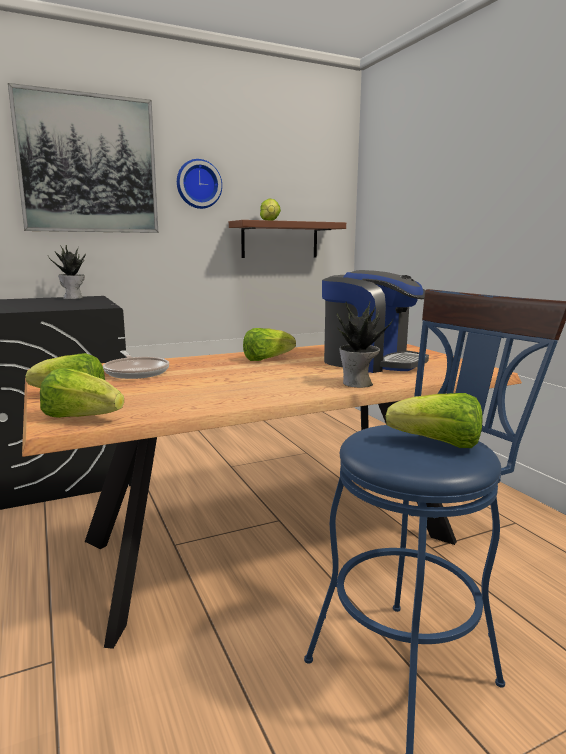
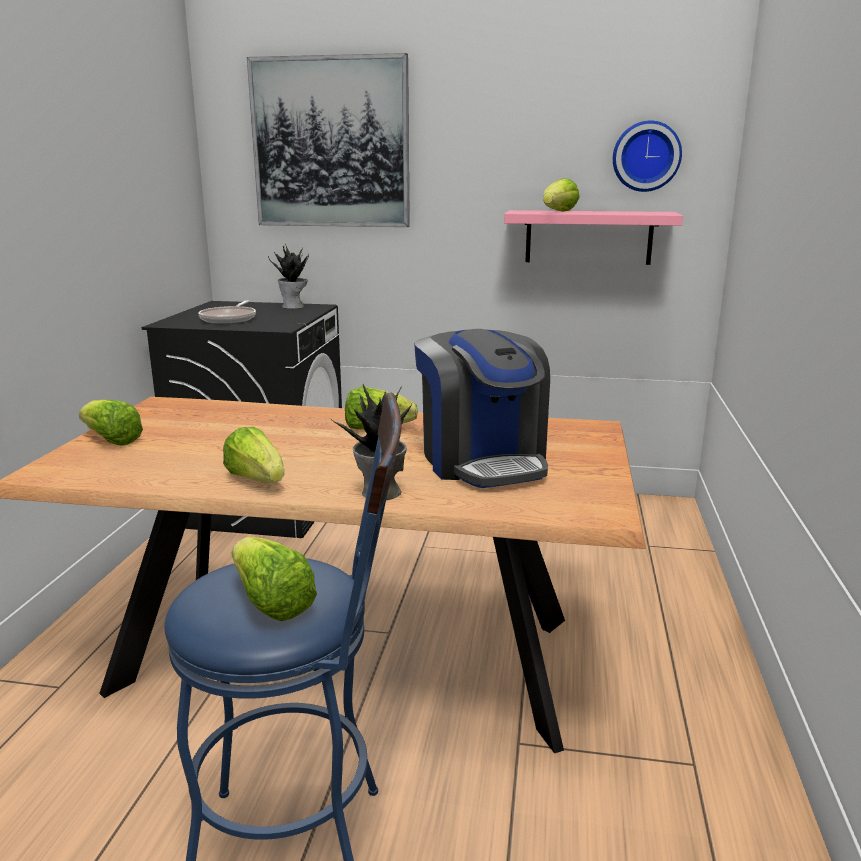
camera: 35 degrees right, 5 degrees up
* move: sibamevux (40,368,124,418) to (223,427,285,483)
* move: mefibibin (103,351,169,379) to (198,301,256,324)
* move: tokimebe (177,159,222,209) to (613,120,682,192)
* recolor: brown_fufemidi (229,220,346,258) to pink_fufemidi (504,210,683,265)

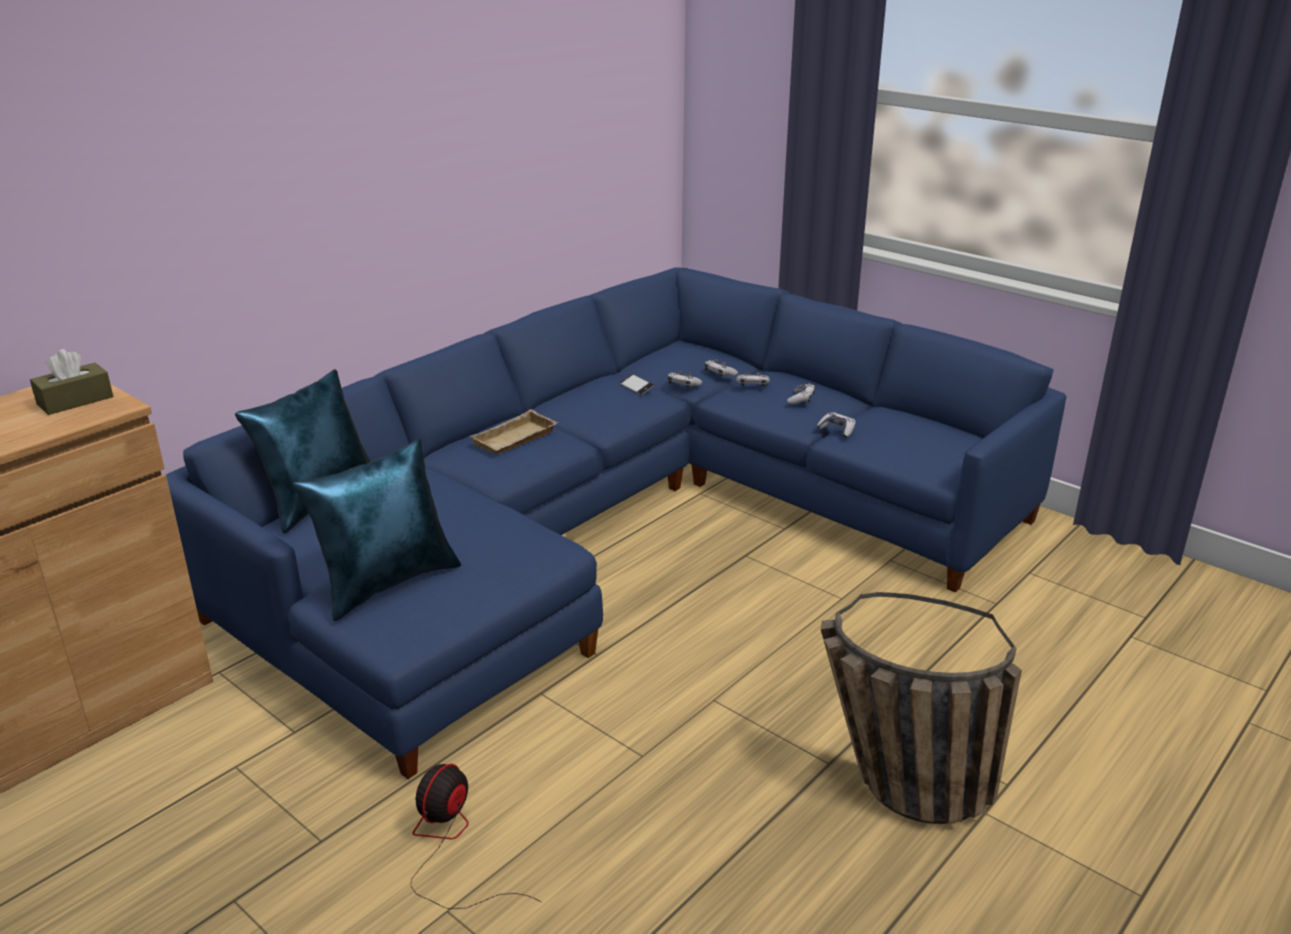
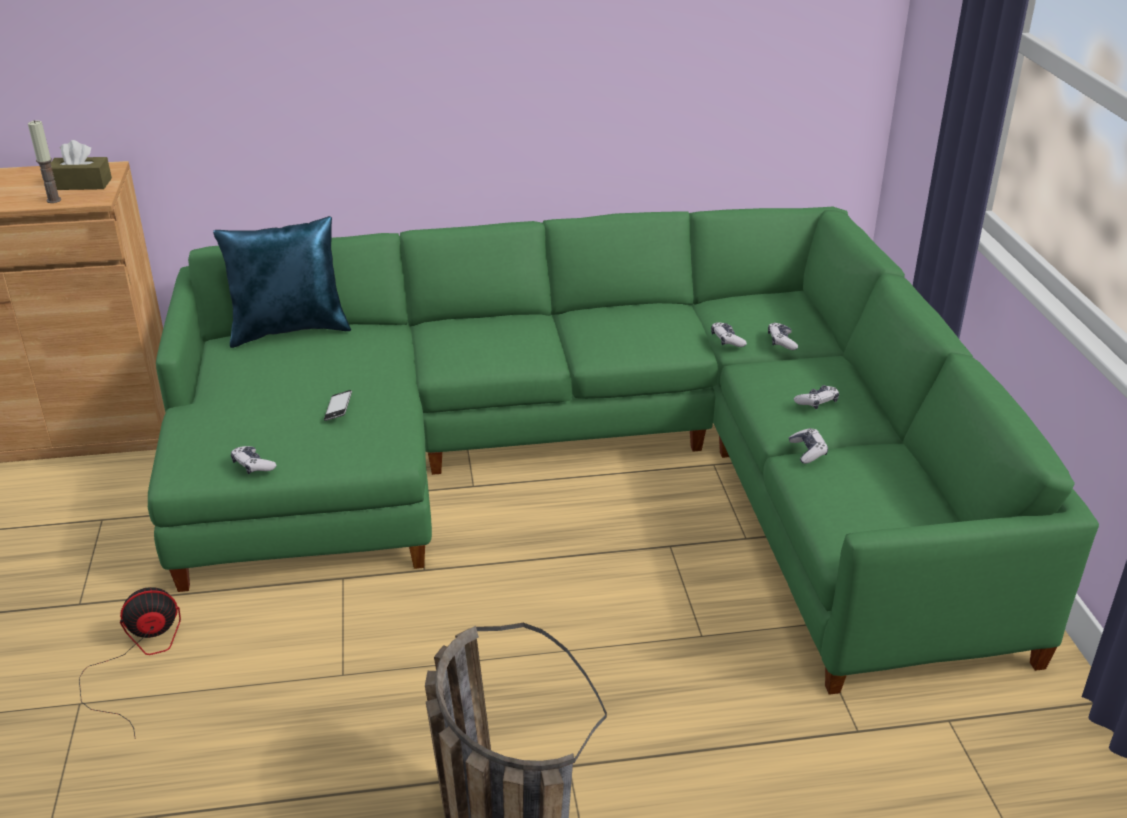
camera: 40 degrees right, 5 degrees up
* delete: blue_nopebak (293,439,461,621)
* delete: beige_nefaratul (470,409,558,454)
* insert: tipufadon (28,121,61,203)
* move: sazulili (620,374,654,395) to (324,390,352,421)
* move: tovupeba (736,372,770,387) to (231,446,277,474)
* recolor: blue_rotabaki (166,267,1067,779) to green_rotabaki (148,207,1099,695)

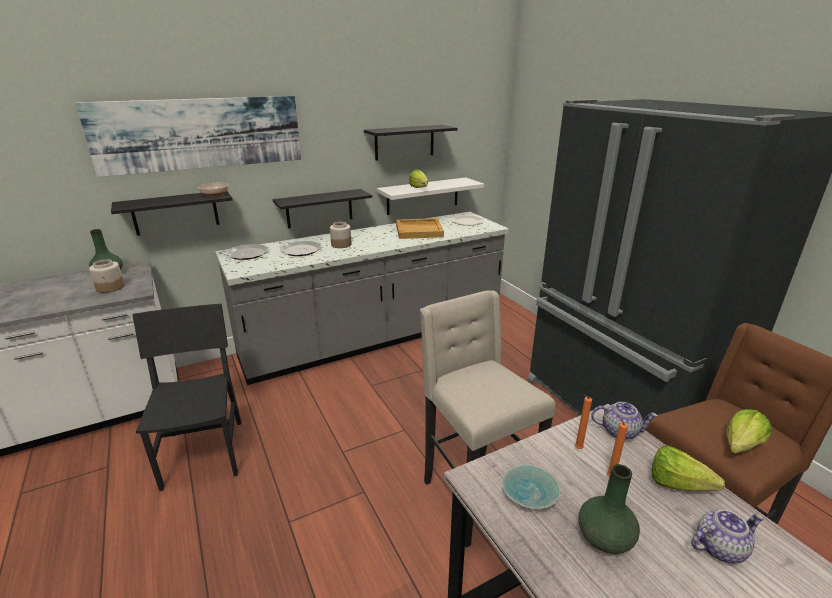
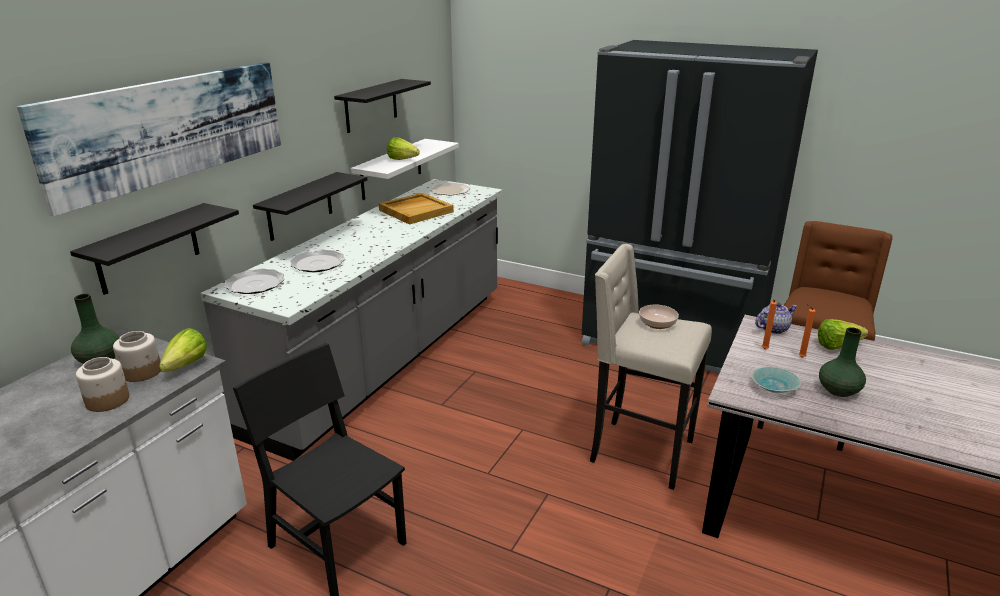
camera: 35 degrees left, 0 degrees up
* delete: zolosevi (691,509,764,564)
* move: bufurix (198,183,229,197) to (639,305,679,329)
* move: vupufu (330,222,352,248) to (76,357,129,412)
* move: sibamevux (727,409,772,454) to (159,328,207,372)

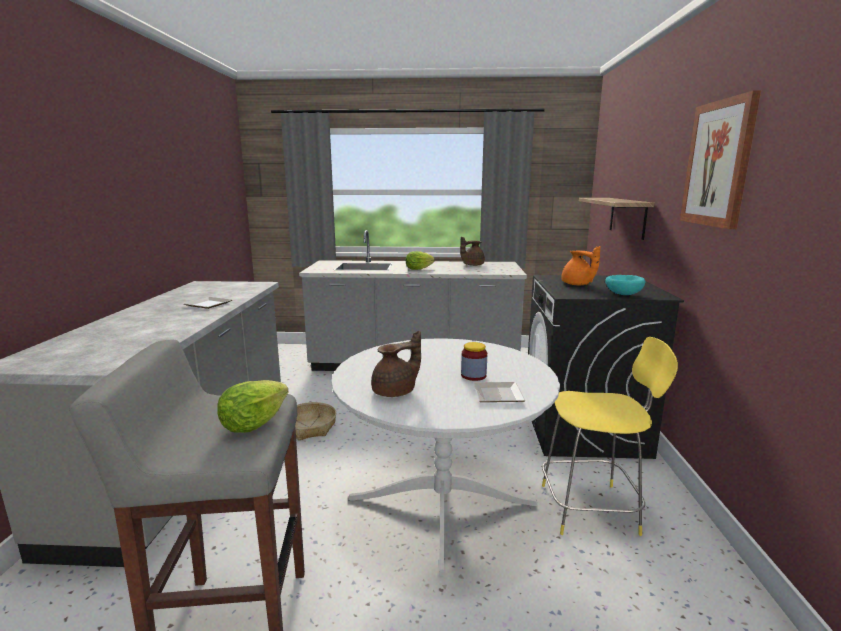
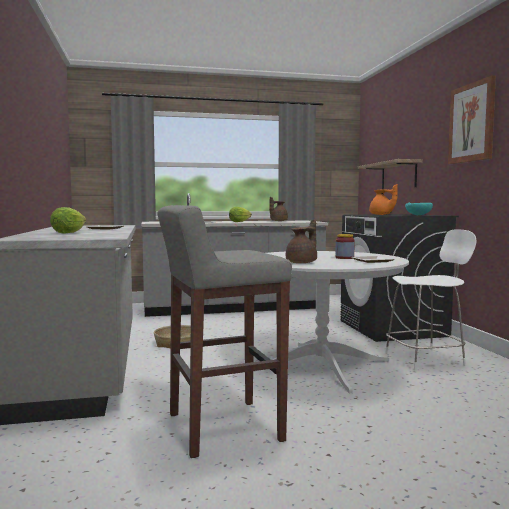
camera: 15 degrees left, 10 degrees down
* move: sibamevux (217,380,289,433) to (50,207,86,234)
* recolor: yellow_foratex (542,337,678,536) to white_foratex (385,229,476,371)

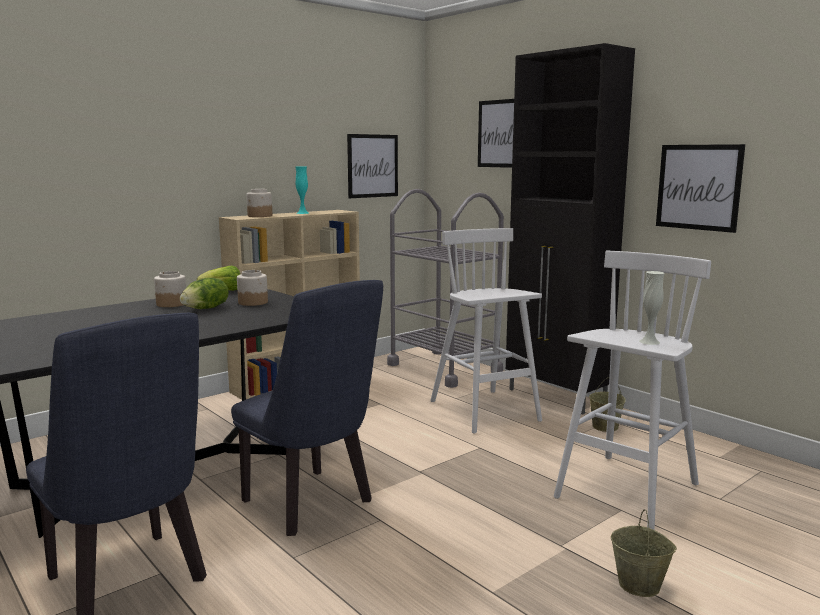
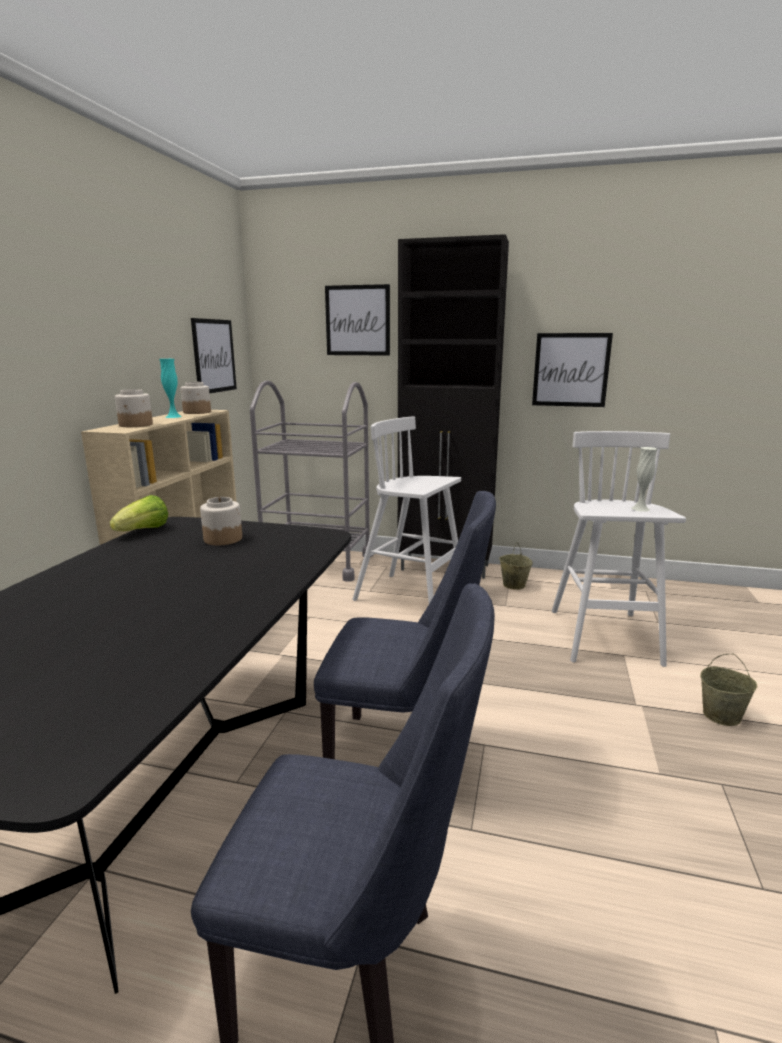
camera: 35 degrees left, 5 degrees up
* delete: sibamevux (180,278,229,309)
* move: vupufu (154,271,186,307) to (180,382,211,414)

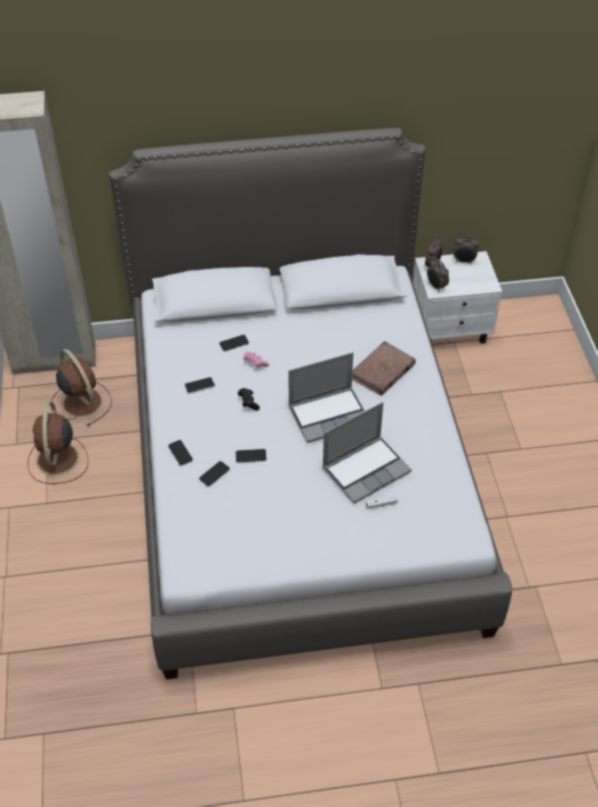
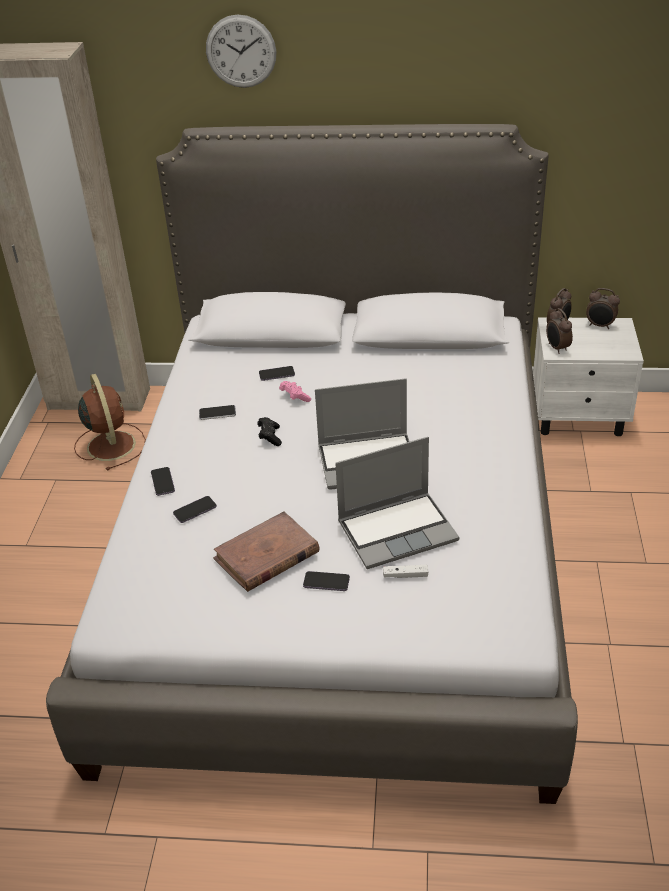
camera: 15 degrees right, 10 degrees down
* delete: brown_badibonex (27,402,89,484)
* insert: tokimebe (206,14,276,88)
* move: sazulili (236,449,266,463) to (303,571,350,591)
* move: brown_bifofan (352,341,416,396) to (213,511,319,592)

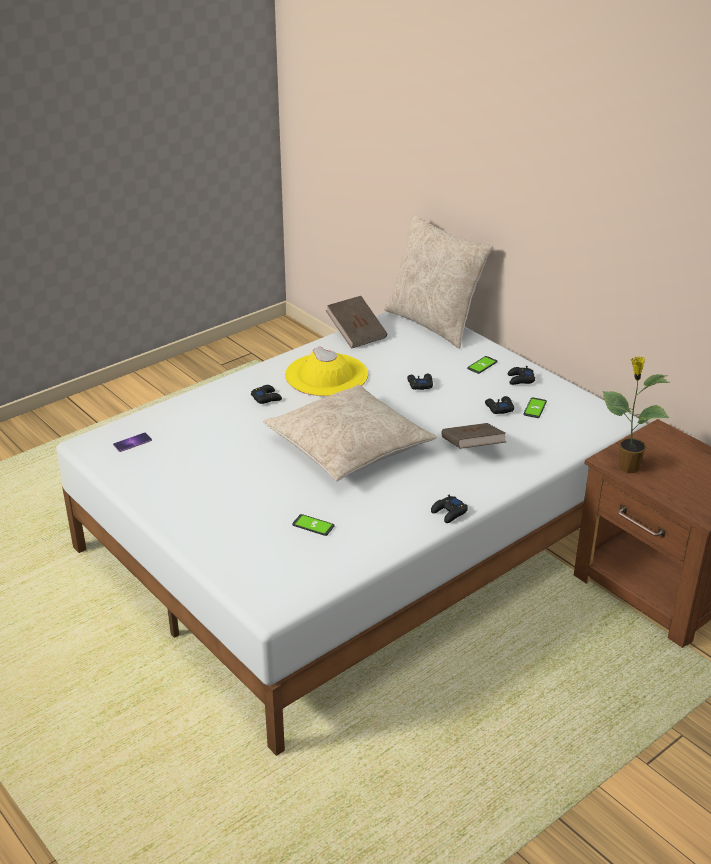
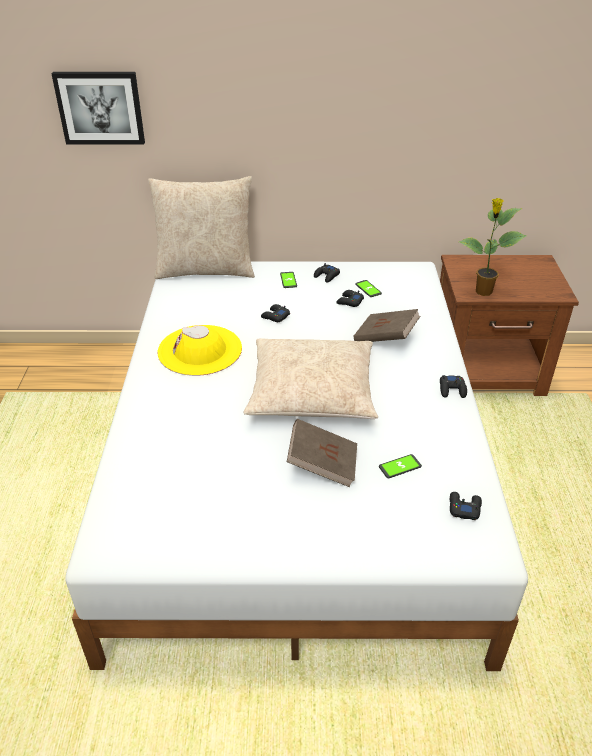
camera: 50 degrees left, 5 degrees up
* delete: sazulili (113,432,152,452)
* insert: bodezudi (52,72,145,145)
* move: black_tovupeba (251,385,282,404) to (450,492,482,520)
* move: brown_bifofan (326,296,387,349) to (287,419,357,487)

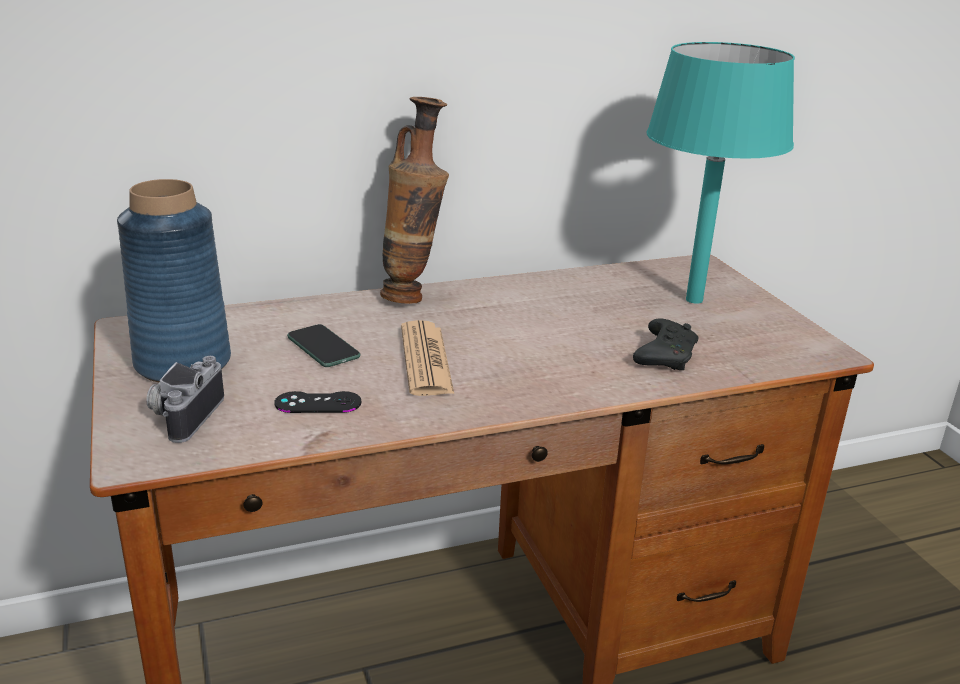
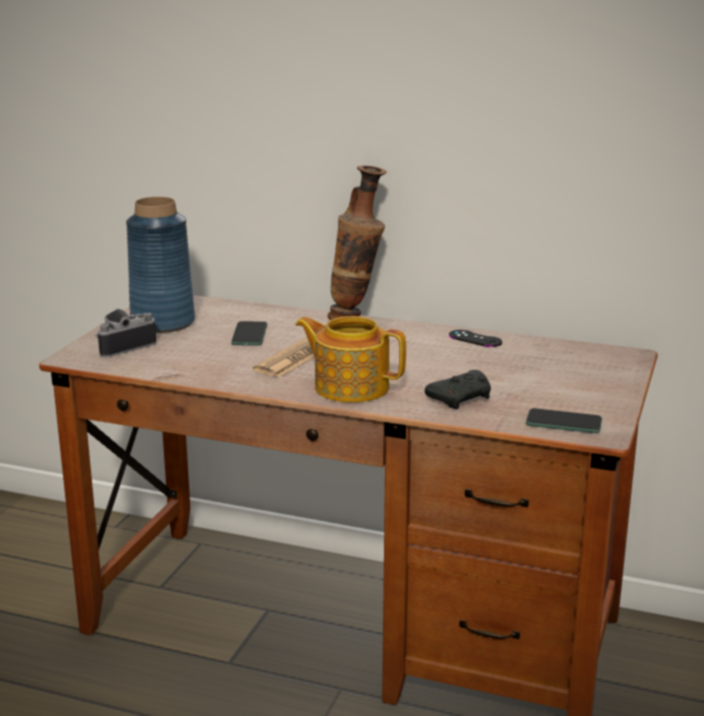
camera: 40 degrees right, 5 degrees down
* delete: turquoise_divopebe (647,42,795,304)
* insert: zolosevi (295,316,406,403)
* insert: sazulili (526,408,602,433)
* move: black_tovupeba (274,391,361,413) to (449,330,502,347)

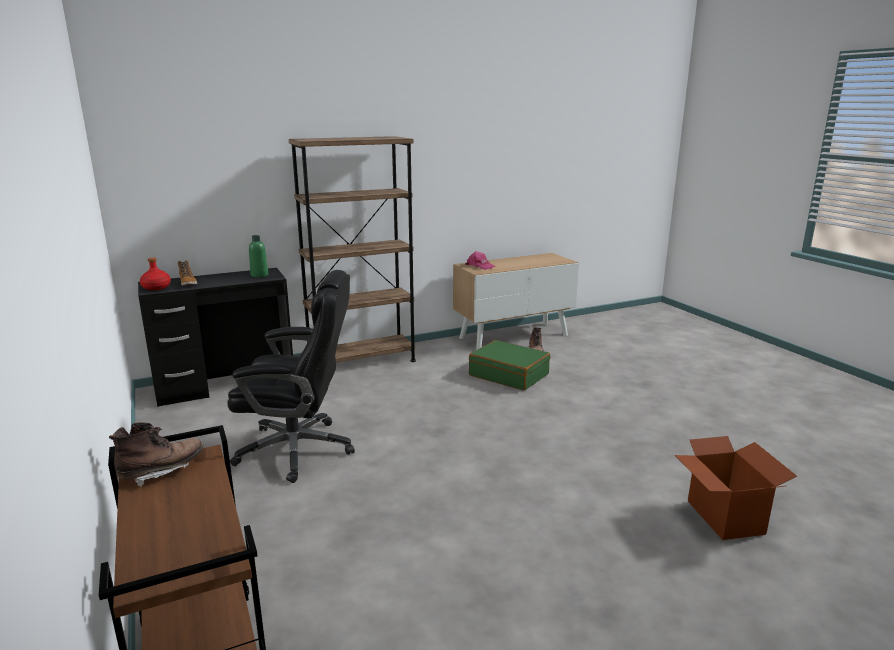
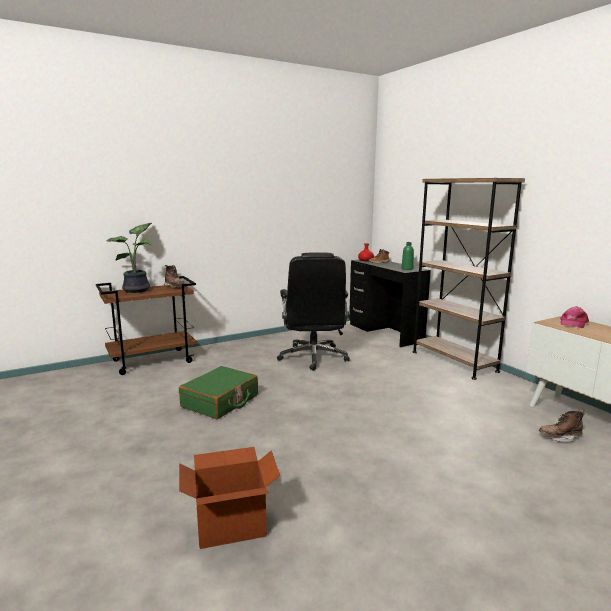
camera: 85 degrees right, 5 degrees down
* insert: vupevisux (107,223,152,293)
* move: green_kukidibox (469,340,550,390) to (179,366,258,419)

